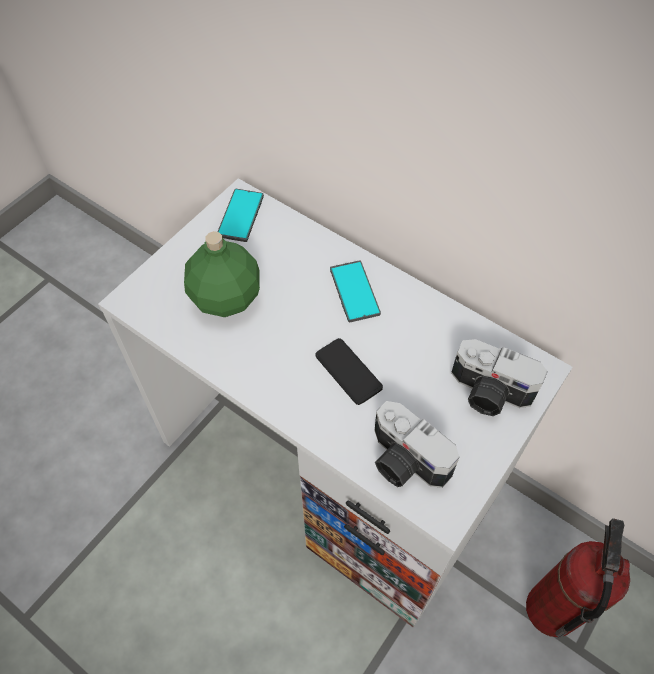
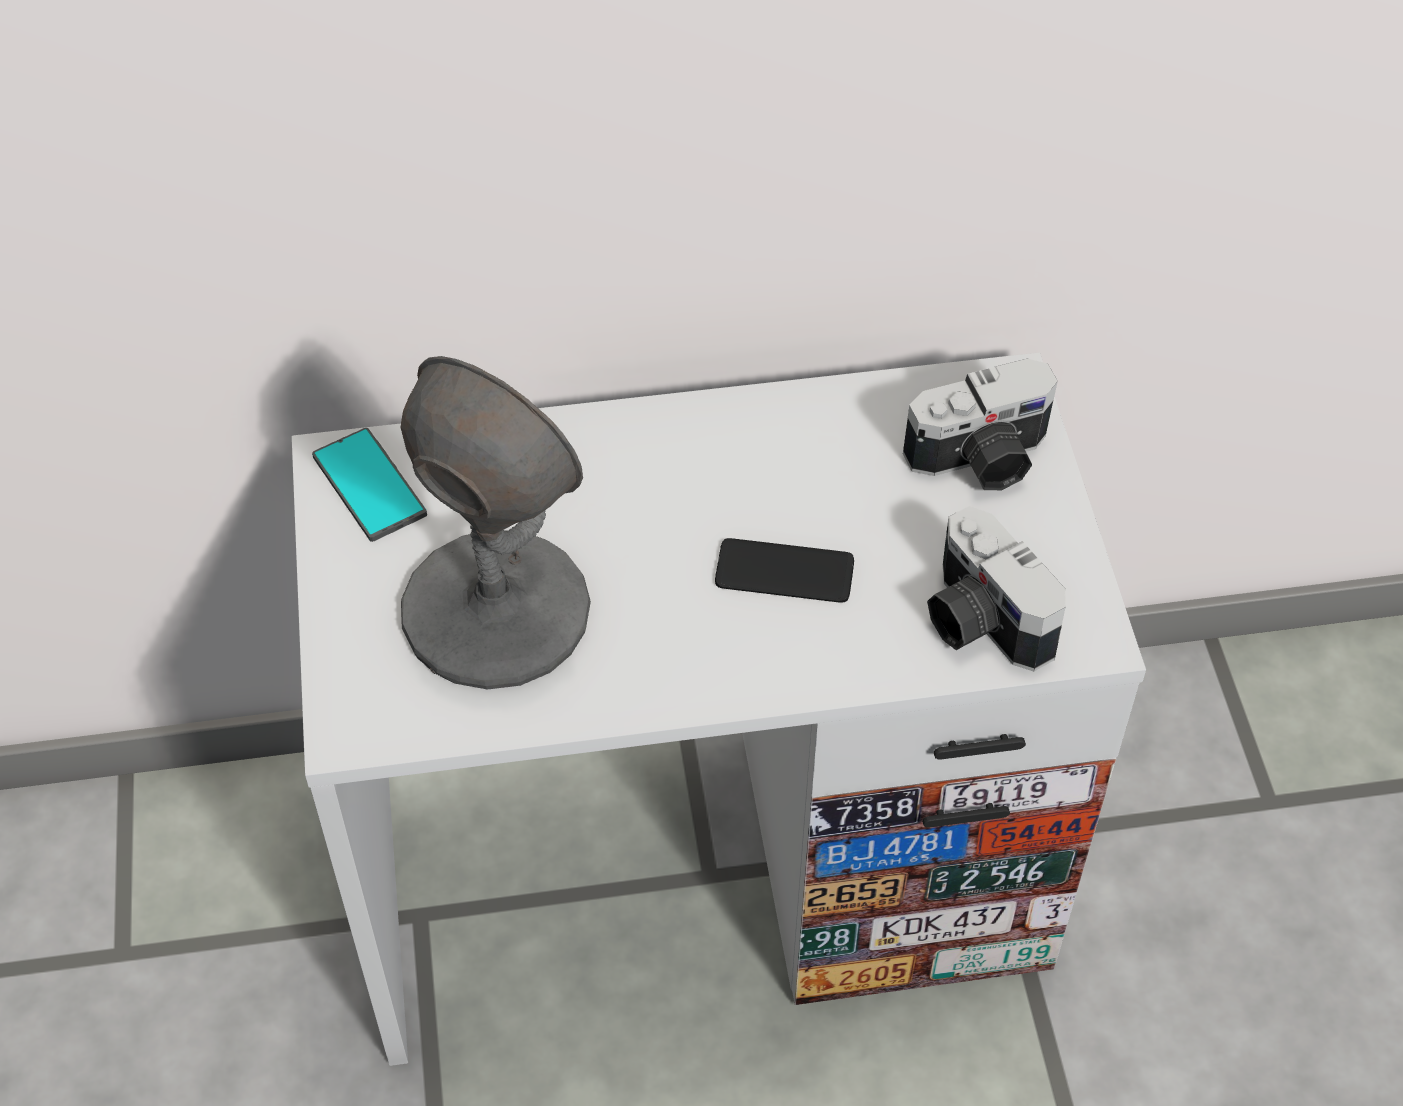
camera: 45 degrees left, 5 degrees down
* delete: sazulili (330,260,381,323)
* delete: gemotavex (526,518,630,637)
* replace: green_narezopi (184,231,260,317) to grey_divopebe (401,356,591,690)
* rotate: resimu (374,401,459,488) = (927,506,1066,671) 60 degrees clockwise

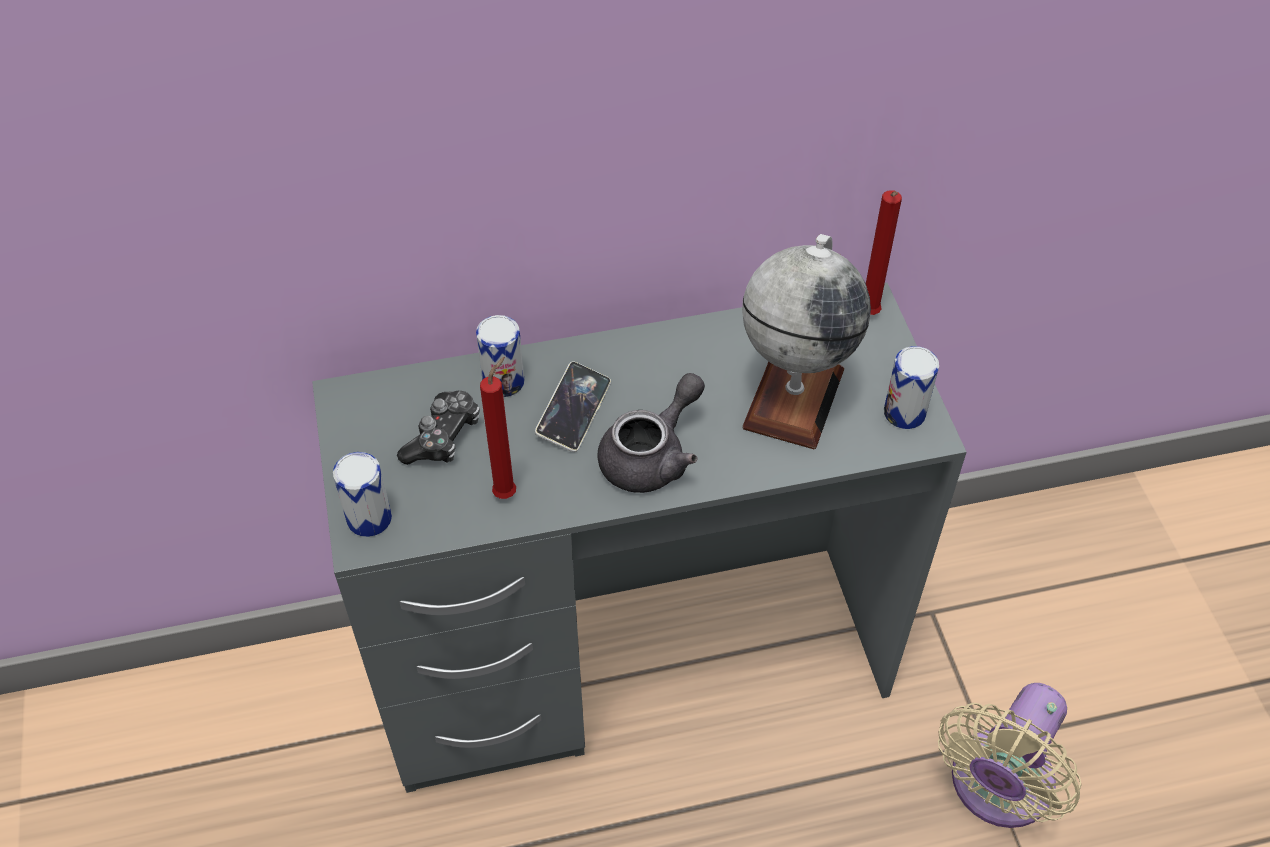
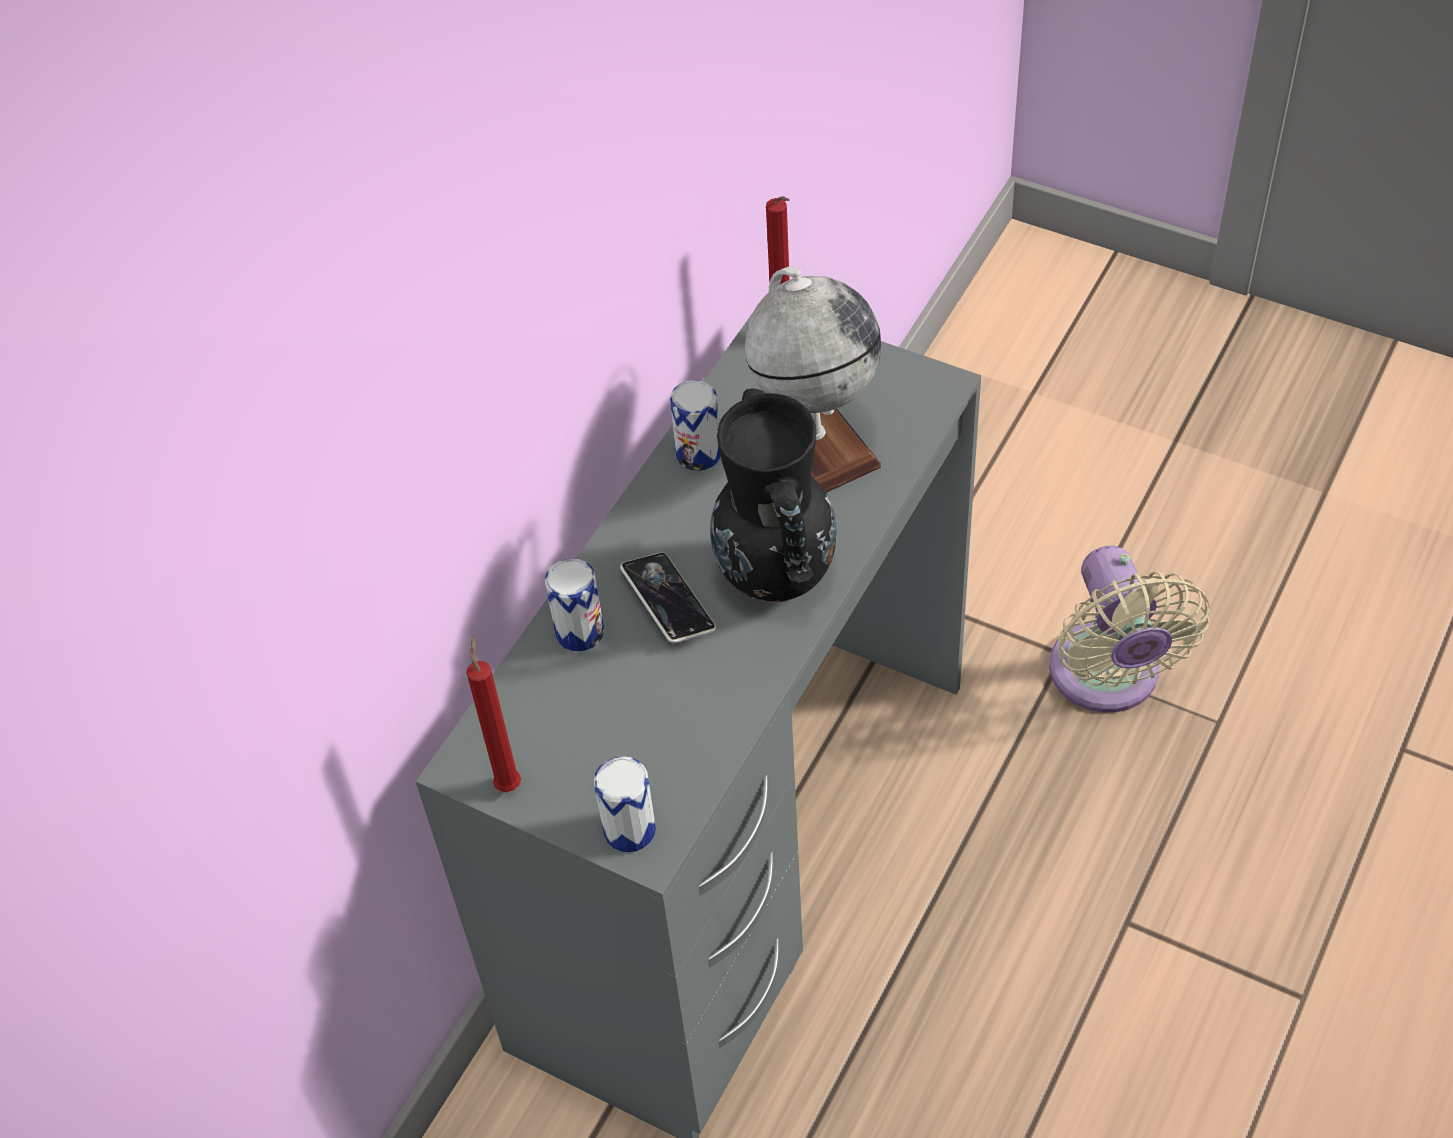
camera: 45 degrees left, 0 degrees up
* delete: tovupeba (397,391,480,465)
* move: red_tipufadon (480,357,516,499) to (466,636,521,792)
* move: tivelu (884,346,939,429) to (670,380,721,471)
* replace: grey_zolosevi (597,373,705,493) to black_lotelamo (710,388,837,603)

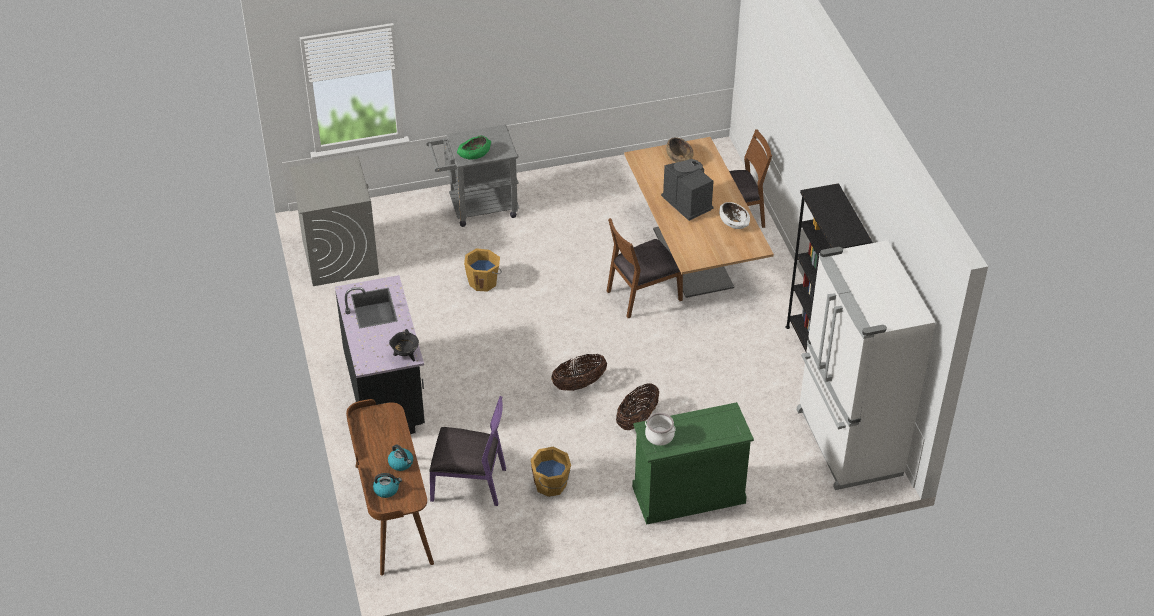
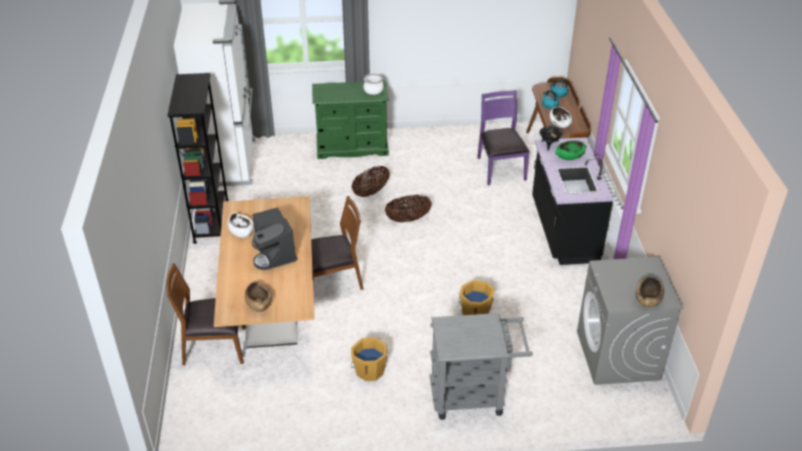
camera: 170 degrees left, 5 degrees down
* insert: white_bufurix (550,107,572,128)
* insert: brown_bufurix (636,276,664,308)
* move: green_bufurix (457,136,491,160) to (555,141,586,160)
* move: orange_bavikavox (531,447,571,497) to (351,337,387,381)
* rotate: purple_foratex (429,396,506,506) = (477,90,530,185) 60 degrees clockwise

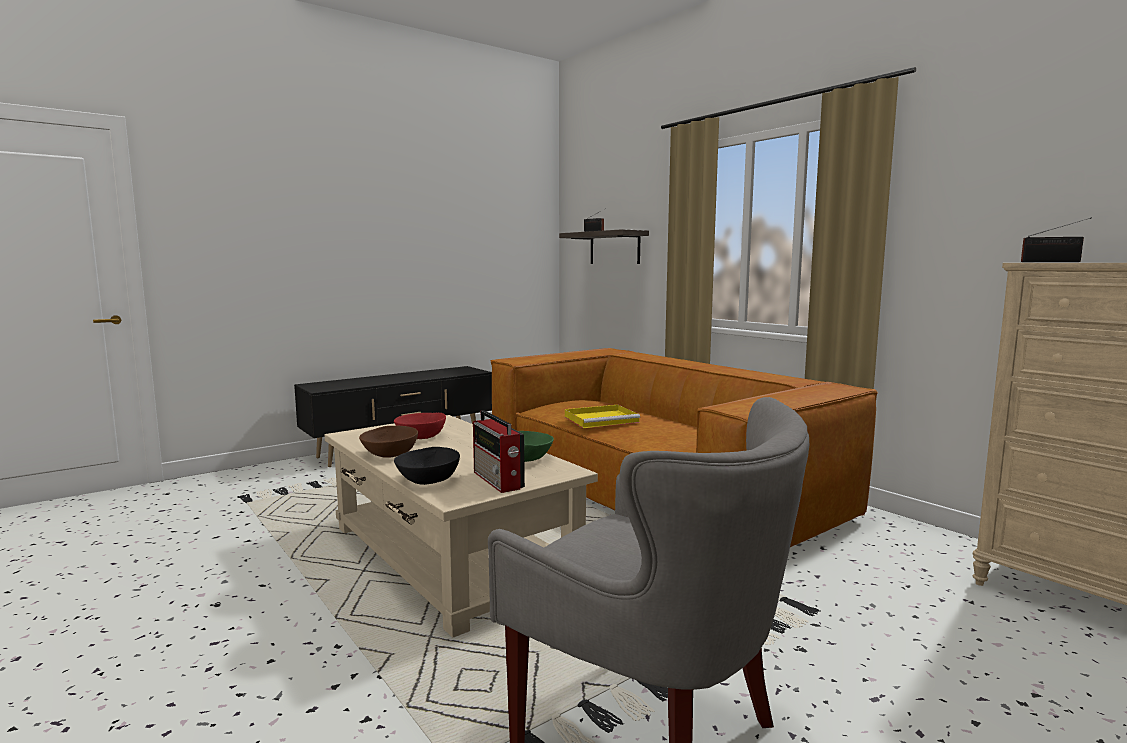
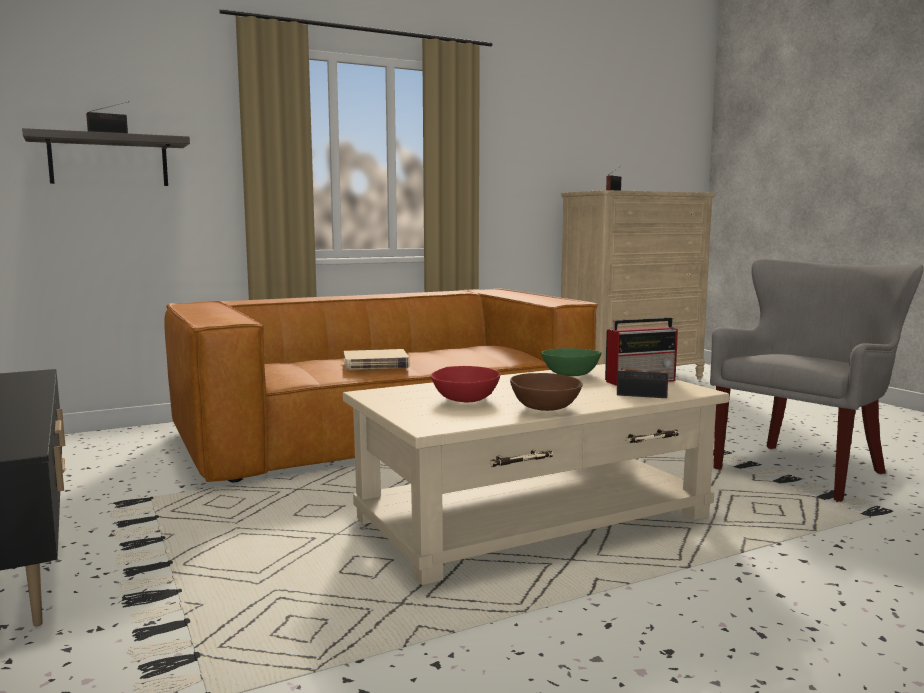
camera: 80 degrees left, 0 degrees up
* replace: black_bufurix (394,447,460,485) to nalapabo (617,354,675,398)
* replace: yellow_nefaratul (565,405,640,428) to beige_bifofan (344,349,410,370)

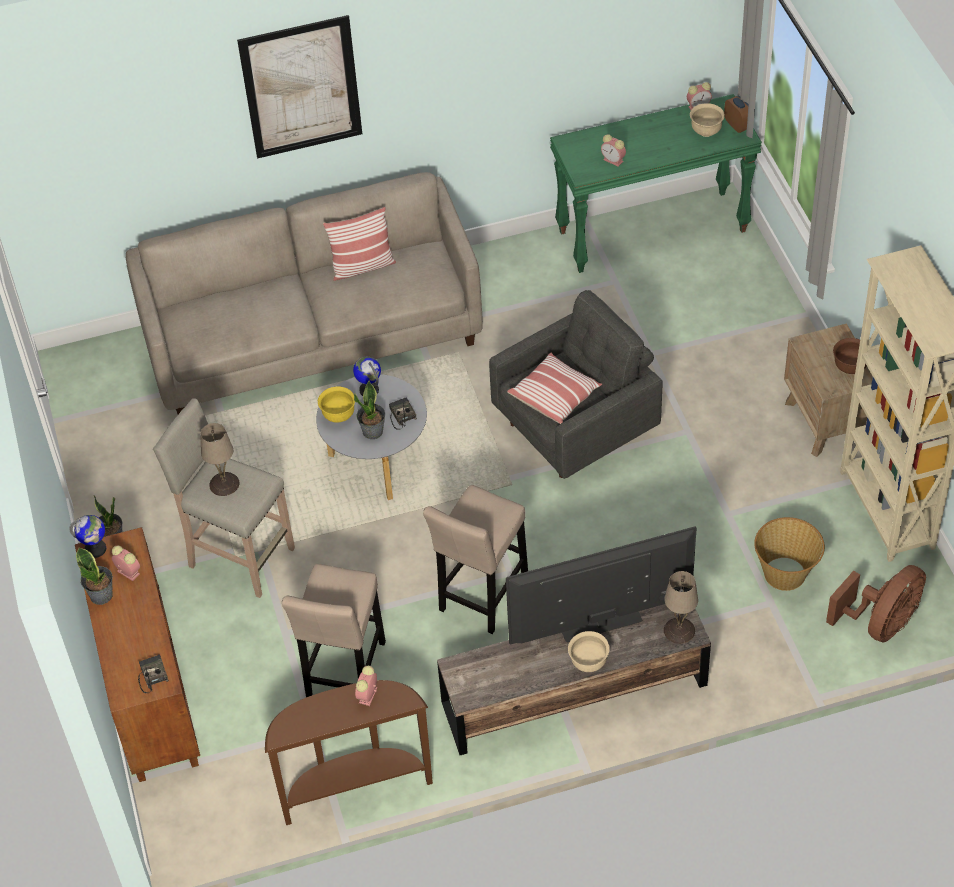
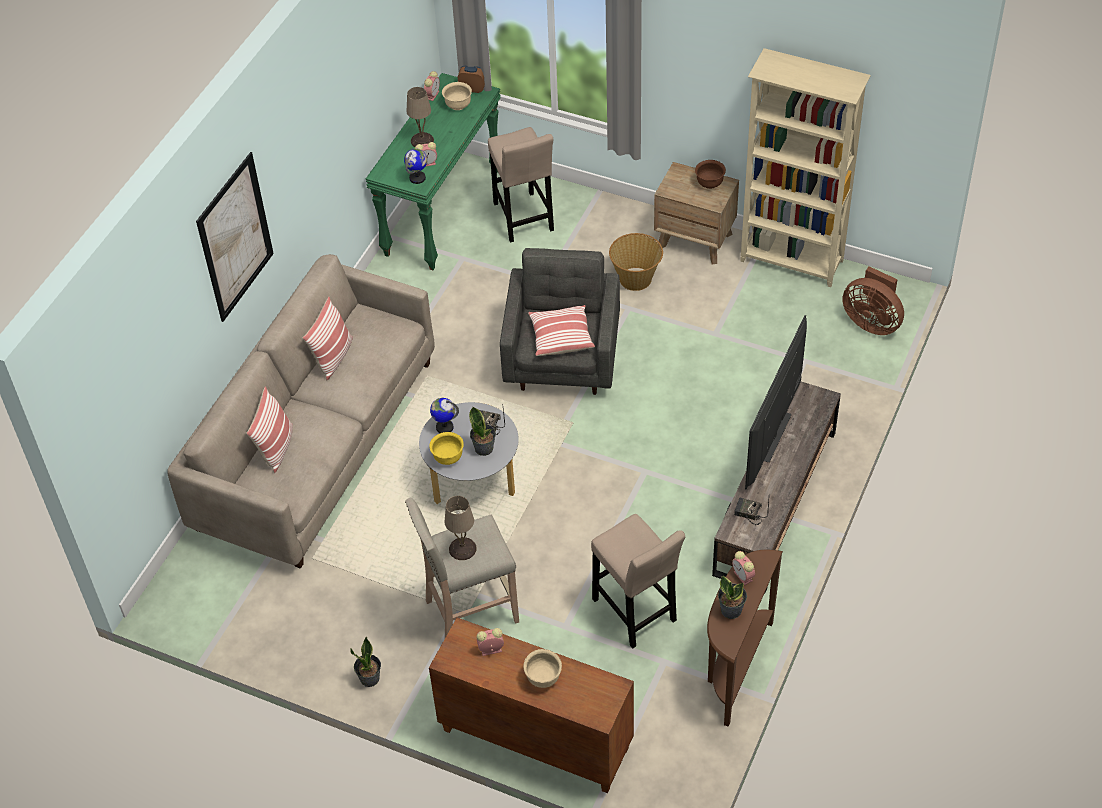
camera: 50 degrees left, 0 degrees up
* insert: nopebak (246,387,293,473)
* move: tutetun (69,515,106,558) to (404,148,427,184)
* move: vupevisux (76,547,113,605) to (718,576,747,619)
* move: nalapabo (138,654,169,693) to (734,497,769,525)
* move: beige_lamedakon (423,485,528,634) to (488,127,554,243)
* move: beige_bufurix (568,631,610,672) to (524,649,562,688)
* move: beige_divopebe (664,571,698,644) to (407,87,434,147)
* move: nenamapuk (754,517,825,591) to (609,233,663,291)
* rotate: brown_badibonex (826,565,926,642) = (842,266,904,335) 135 degrees clockwise

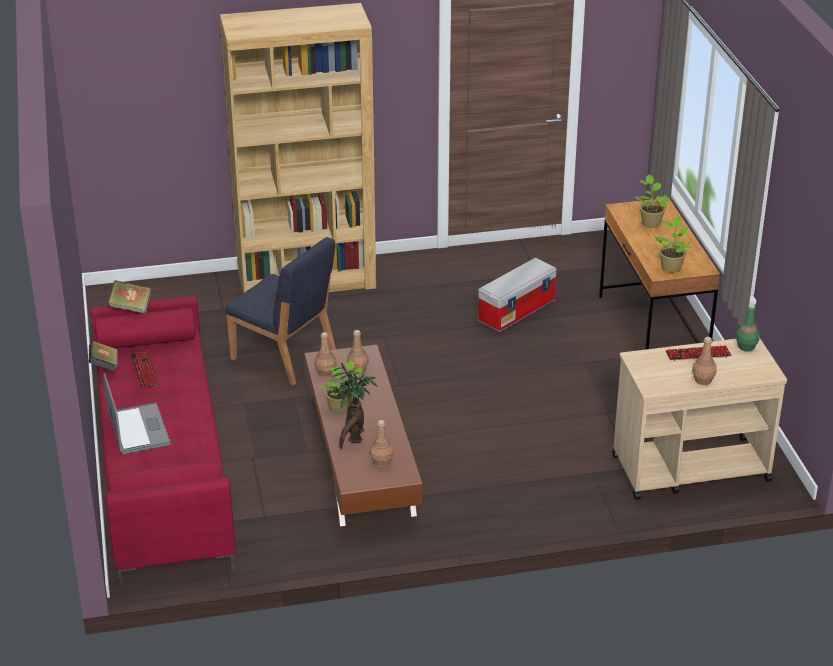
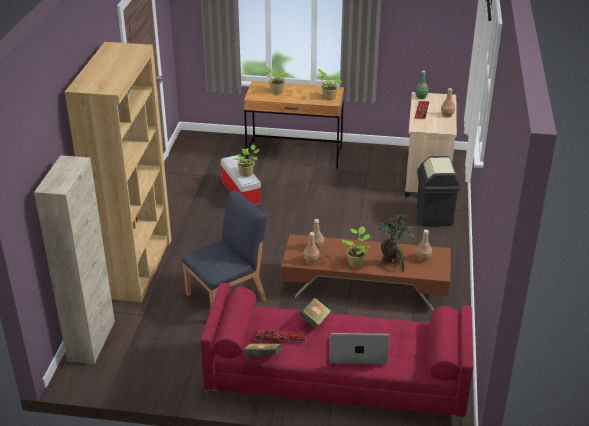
camera: 70 degrees left, 0 degrees up
* insert: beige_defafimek (34,155,115,364)
* insert: vupevisux (235,144,260,177)
* insert: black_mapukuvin (417,156,461,227)
* move: bifofan (108,280,152,314) to (299,297,331,329)

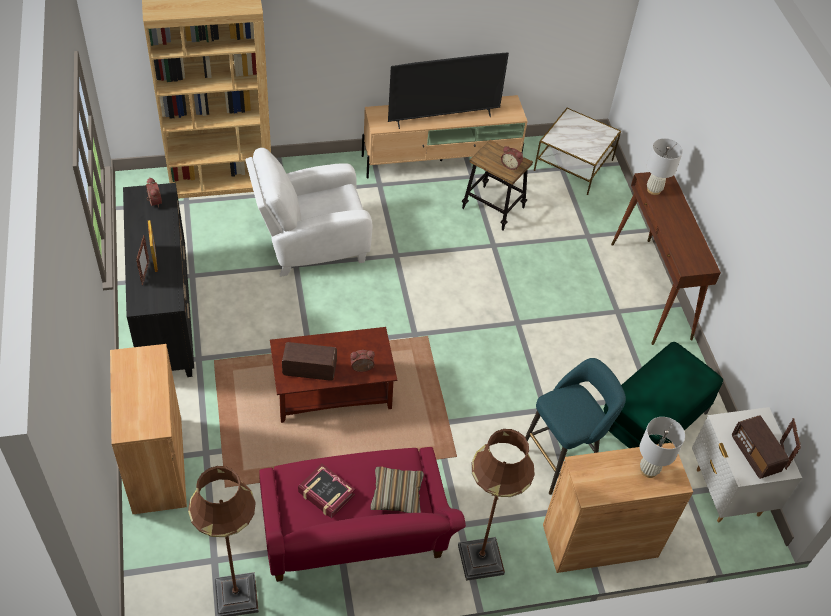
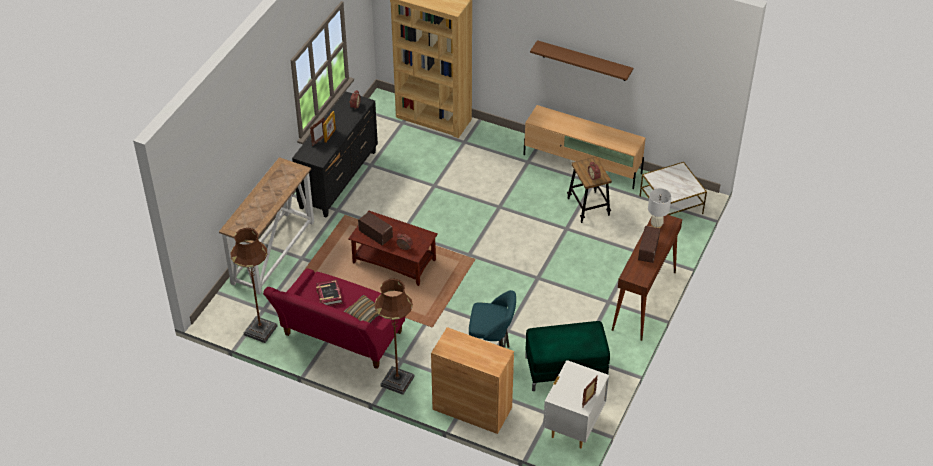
camera: 40 degrees right, 5 degrees down
* delete: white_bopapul (245,148,372,277)
* delete: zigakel (388,52,509,129)
* delete: white_divopebe (640,417,685,478)
* insert: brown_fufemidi (530,40,633,81)
* move: nalapabo (732,415,789,479) to (638,226,660,263)
* replace: brown_defafimek (110,344,187,514) to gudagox (219,157,314,295)

